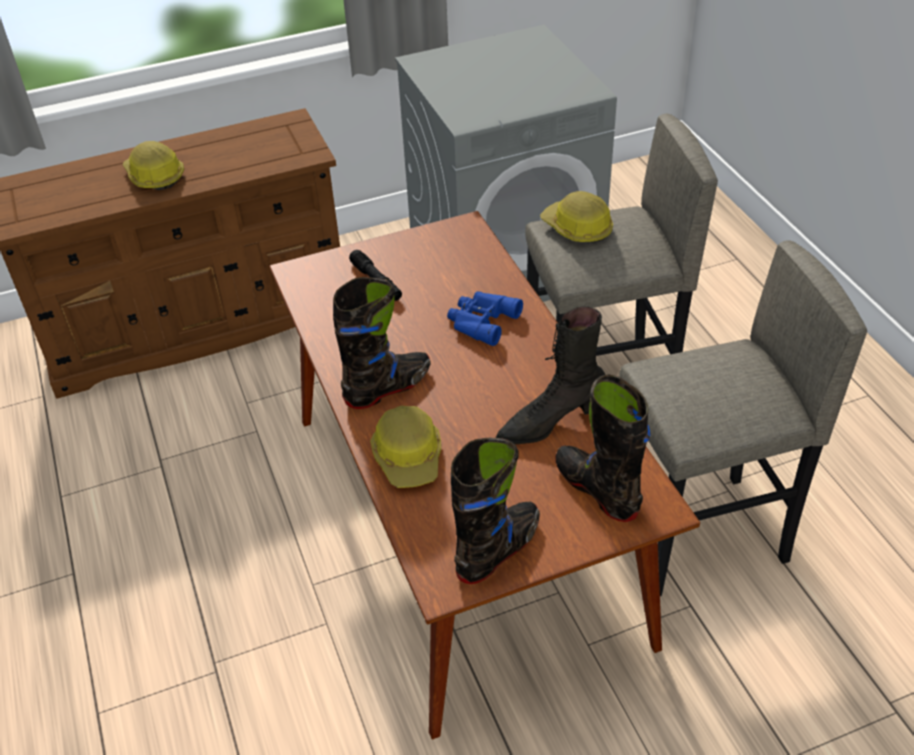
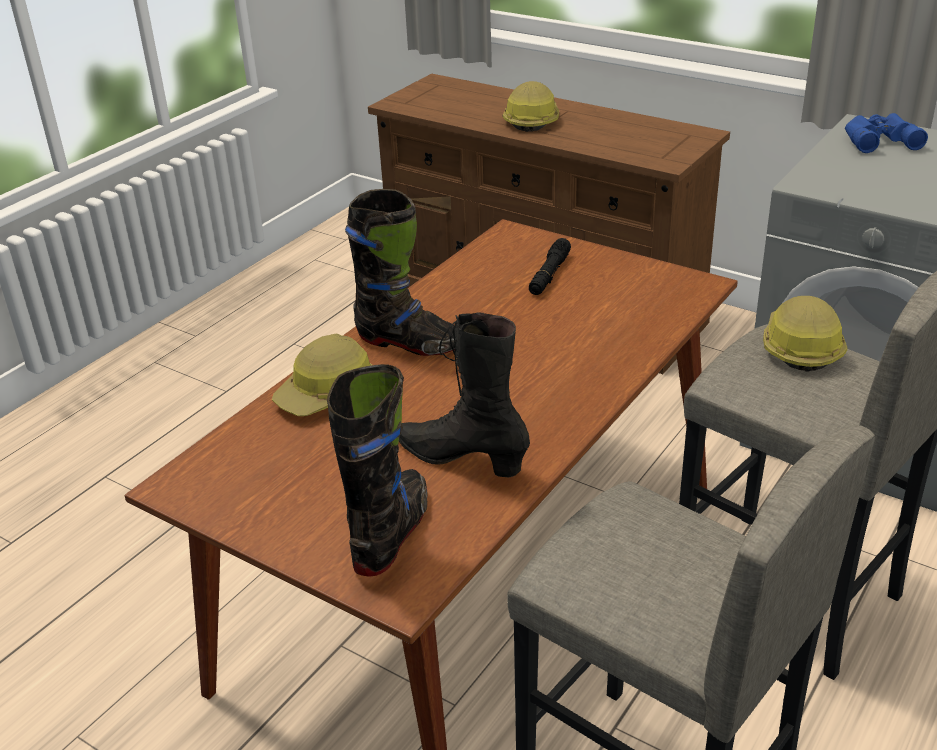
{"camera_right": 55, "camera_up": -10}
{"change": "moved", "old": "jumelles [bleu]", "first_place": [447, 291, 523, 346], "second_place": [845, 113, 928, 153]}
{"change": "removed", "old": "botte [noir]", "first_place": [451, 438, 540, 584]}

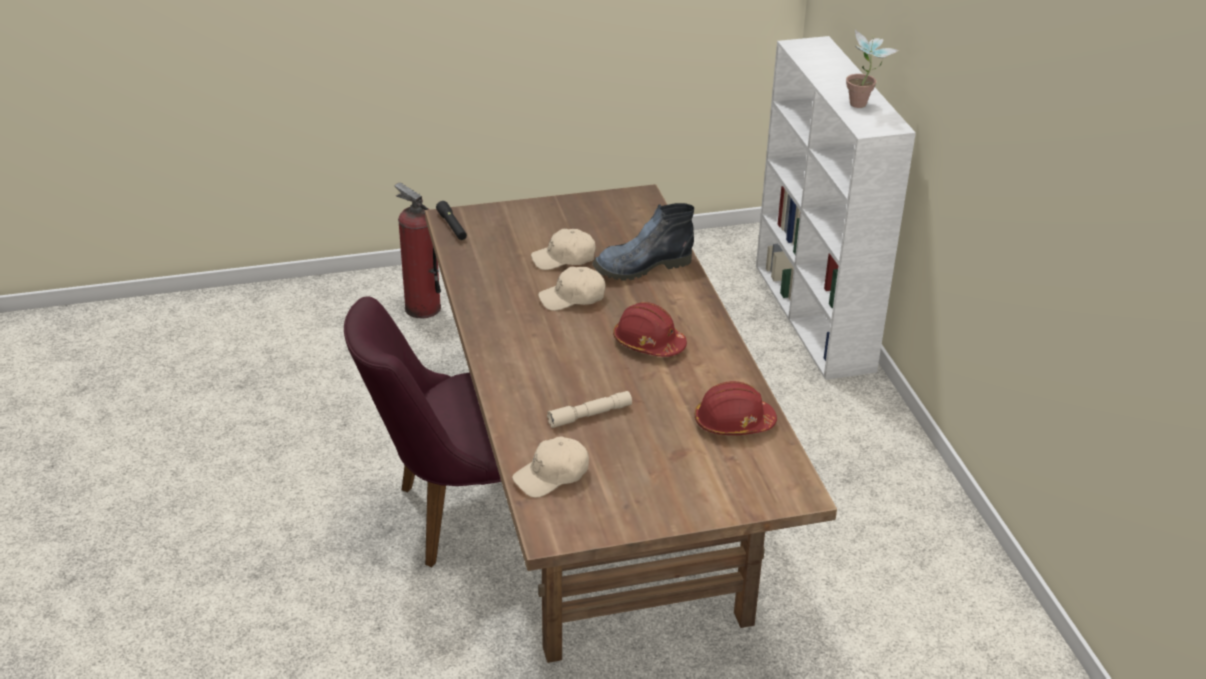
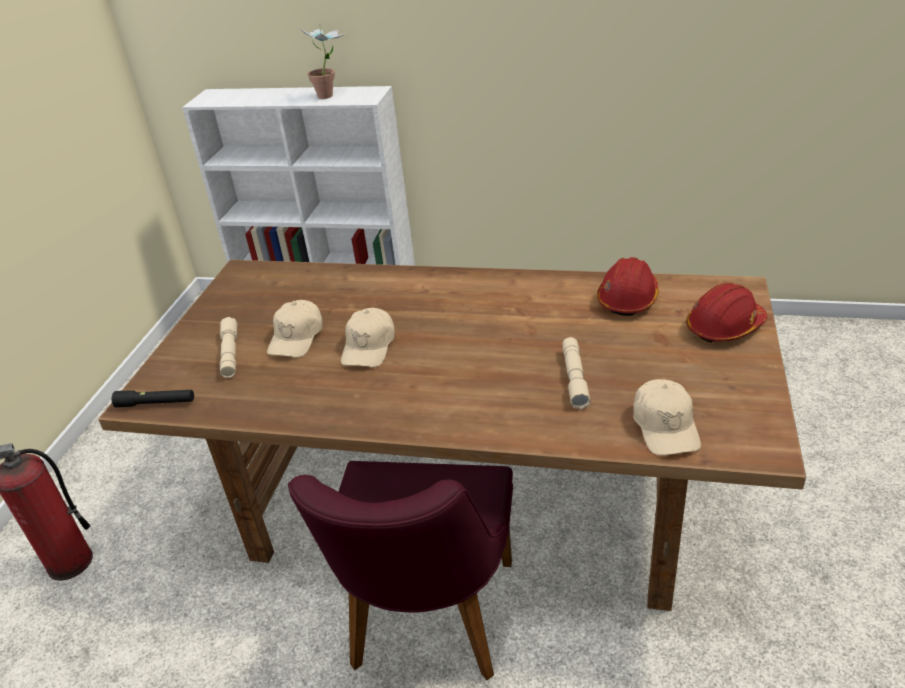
{"camera_right": -60, "camera_up": 0}
{"change": "added", "new": "lampe de poche [beige]", "second_place": [220, 317, 237, 378]}
{"change": "moved", "old": "casque de chantier [rouge]", "first_place": [613, 302, 687, 357], "second_place": [686, 283, 767, 343]}
{"change": "removed", "old": "botte", "first_place": [592, 203, 694, 281]}

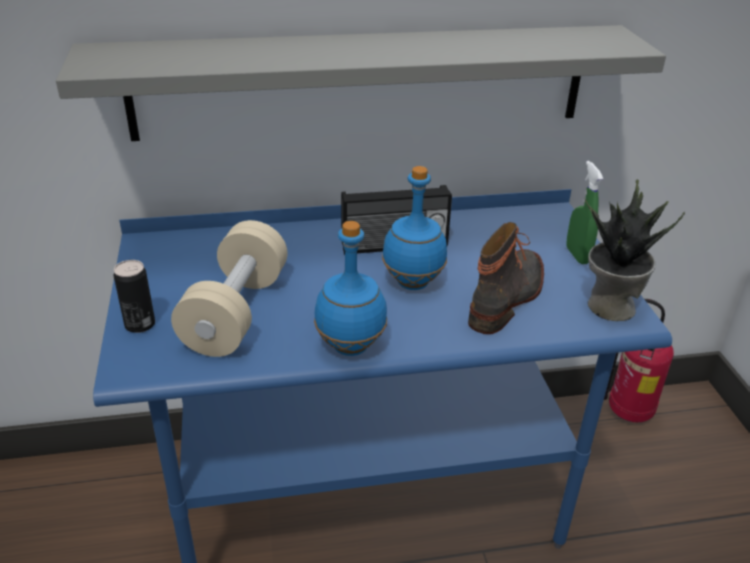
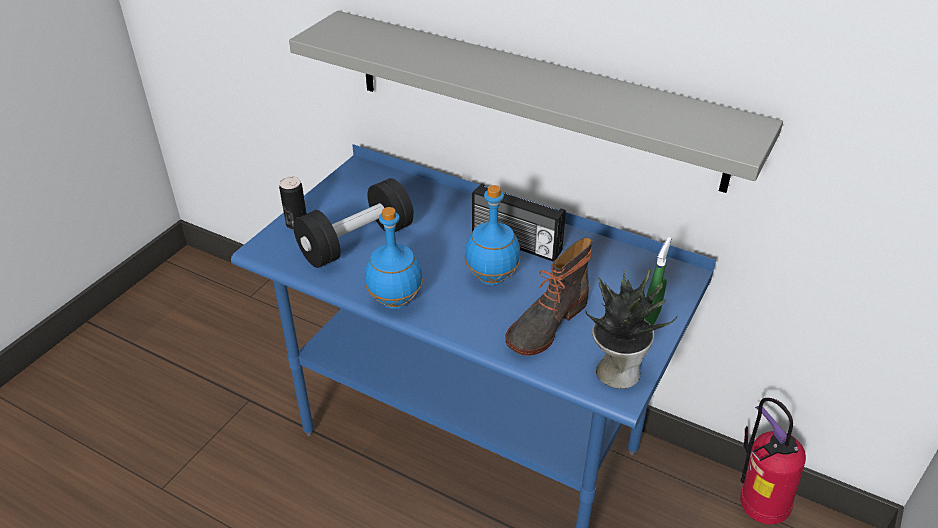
{"camera_right": 40, "camera_up": 5}
{"change": "recoloured", "old": "haltère [beige]", "new": "haltère [noir]", "first_place": [171, 220, 288, 357], "second_place": [293, 178, 414, 268]}
{"change": "turned", "old": "botte", "first_place": [468, 222, 544, 334], "second_place": [505, 237, 592, 356], "degrees": 150}

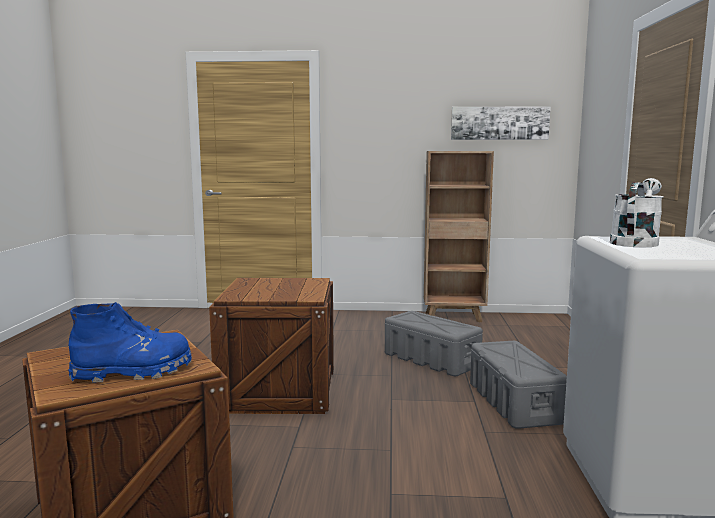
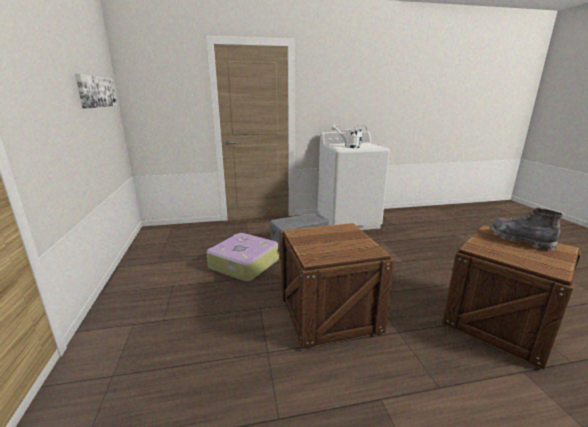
{"camera_right": -105, "camera_up": 10}
{"change": "replaced", "old": "boîte de rangement [gris]", "new": "valise", "first_place": [385, 311, 483, 376], "second_place": [206, 233, 279, 282]}
{"change": "recoloured", "old": "botte [bleu]", "new": "botte [gris]", "first_place": [68, 302, 192, 383], "second_place": [490, 207, 563, 250]}
{"change": "removed", "old": "bibliothèque [marron]", "first_place": [424, 151, 494, 322]}

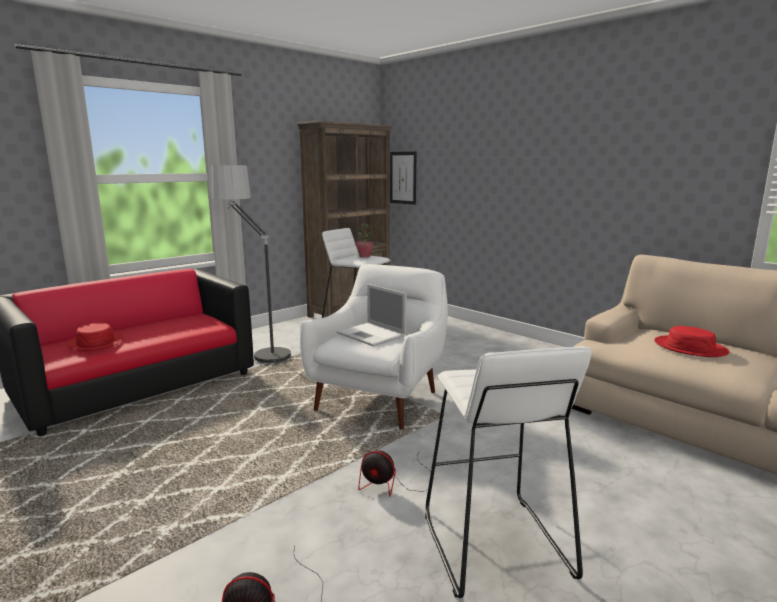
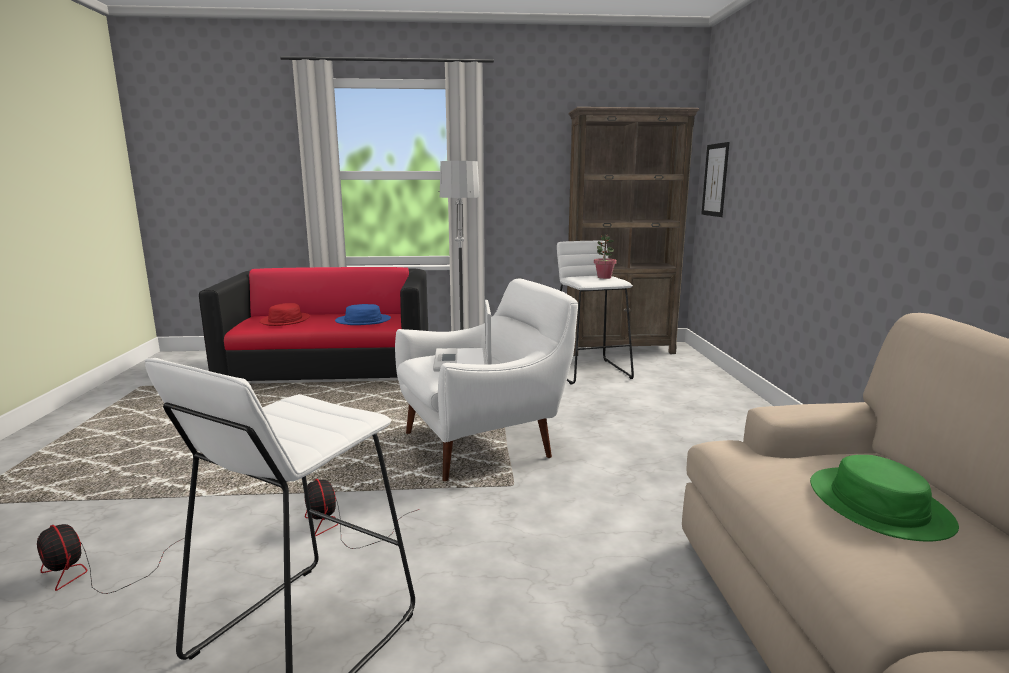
{"camera_right": 40, "camera_up": 0}
{"change": "added", "new": "chapeau [bleu]", "second_place": [335, 304, 391, 325]}
{"change": "recoloured", "old": "chapeau [rouge]", "new": "chapeau [vert]", "first_place": [654, 326, 729, 357], "second_place": [810, 455, 959, 542]}

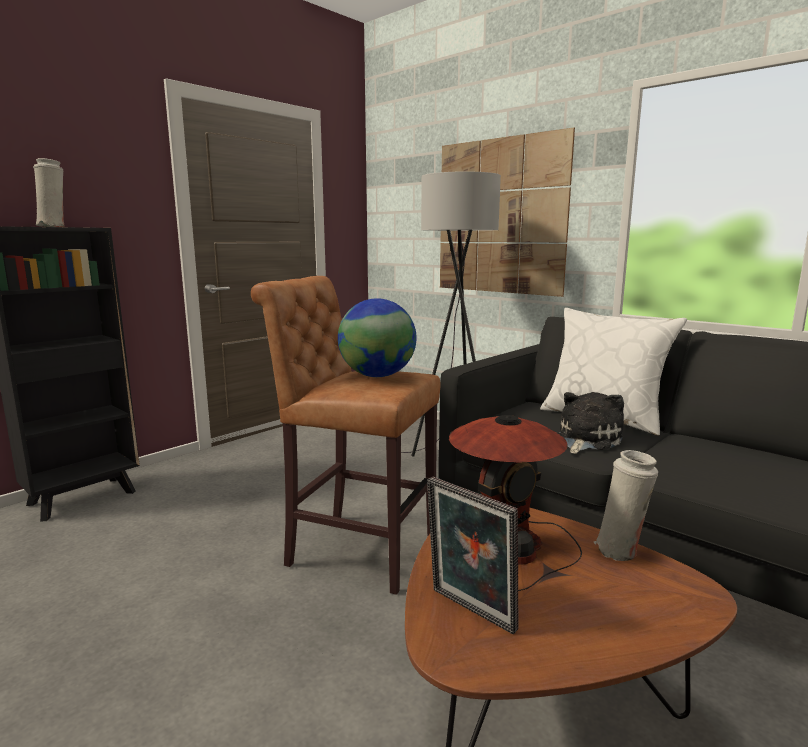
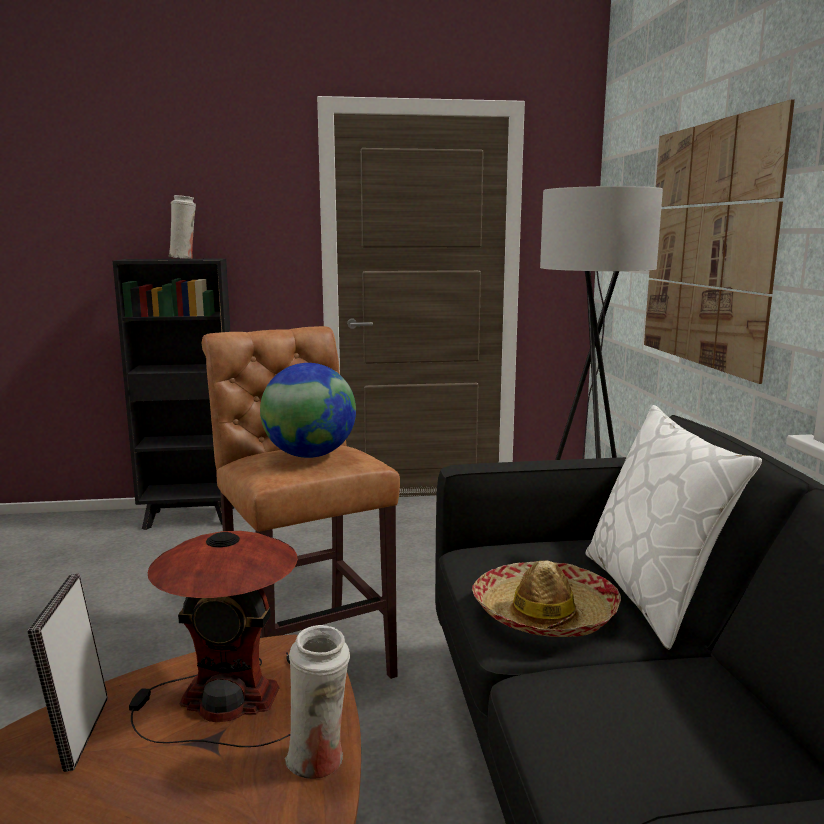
{"camera_right": 40, "camera_up": 0}
{"change": "replaced", "old": "peluche", "new": "chapeau", "first_place": [558, 392, 624, 454], "second_place": [472, 560, 621, 637]}

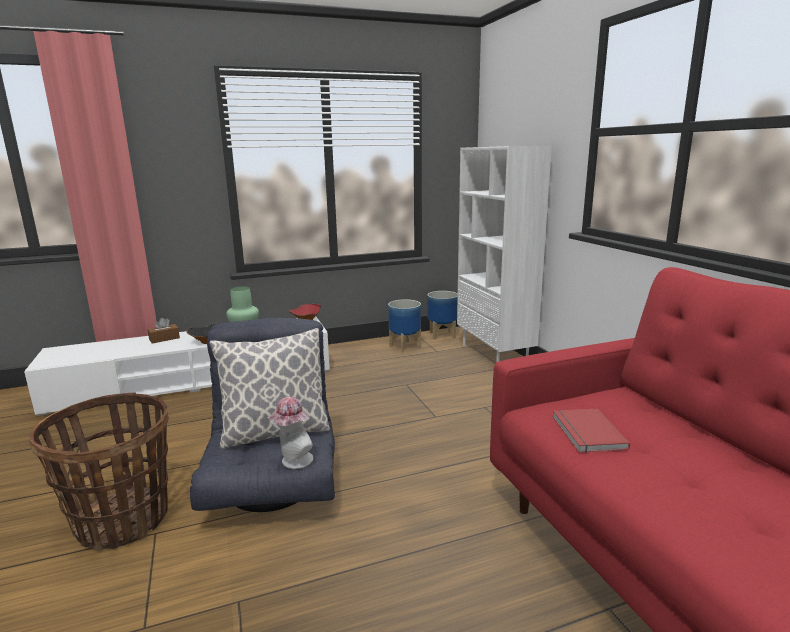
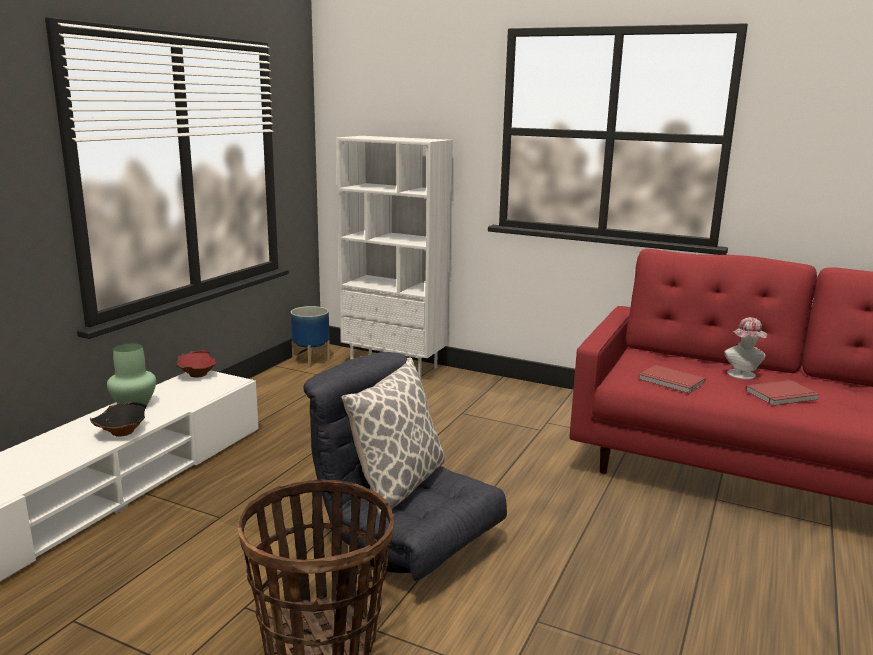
{"camera_right": -45, "camera_up": 0}
{"change": "moved", "old": "chapeau", "first_place": [268, 397, 313, 469], "second_place": [724, 317, 767, 379]}
{"change": "added", "new": "livre [rouge]", "second_place": [745, 380, 820, 406]}
{"change": "removed", "old": "boîte à mouchoirs [marron]", "first_place": [147, 318, 180, 343]}
{"change": "removed", "old": "cache-pot", "first_place": [388, 299, 421, 353]}

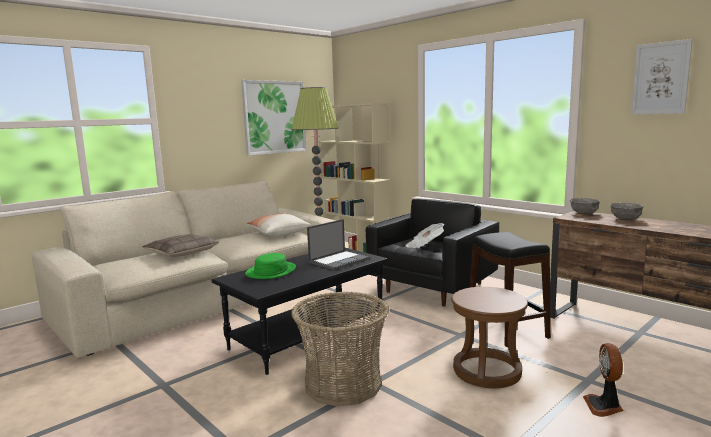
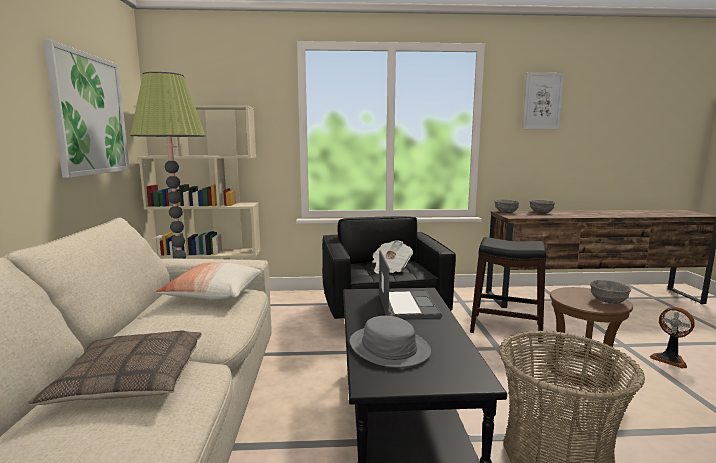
{"camera_right": -50, "camera_up": 0}
{"change": "recoloured", "old": "chapeau [vert]", "new": "chapeau [gris]", "first_place": [245, 253, 296, 279], "second_place": [350, 316, 431, 367]}
{"change": "added", "new": "bol [gris]", "second_place": [590, 280, 631, 304]}

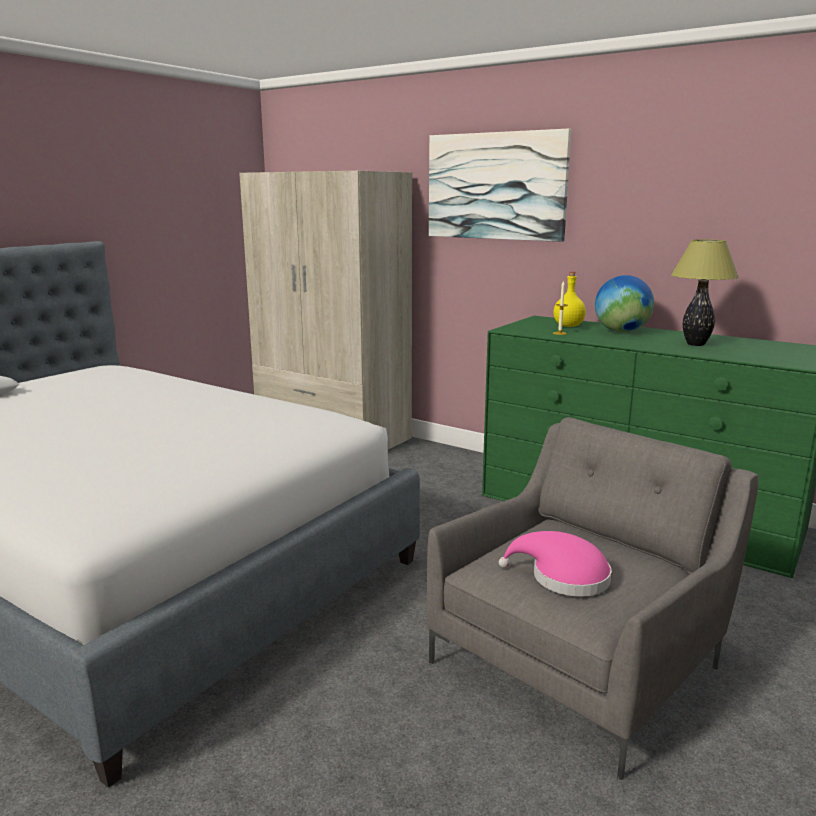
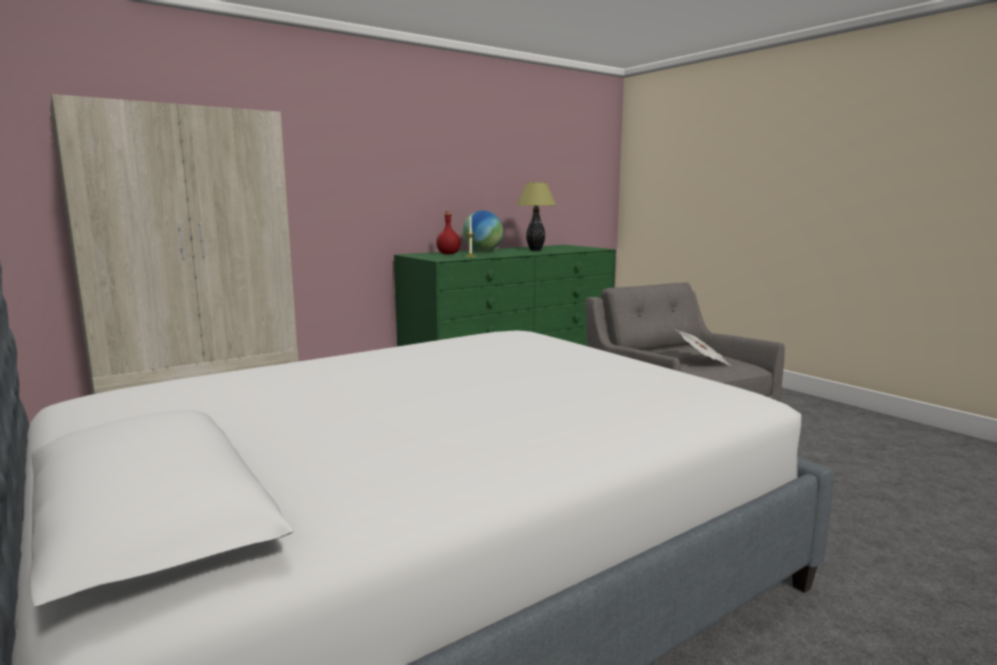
{"camera_right": -70, "camera_up": -5}
{"change": "recoloured", "old": "bouteille [jaune]", "new": "bouteille [rouge]", "first_place": [553, 272, 586, 327], "second_place": [436, 211, 461, 254]}
{"change": "replaced", "old": "chapeau [rose]", "new": "journal", "first_place": [499, 531, 612, 596], "second_place": [676, 330, 731, 366]}
{"change": "removed", "old": "tableau", "first_place": [429, 129, 571, 242]}

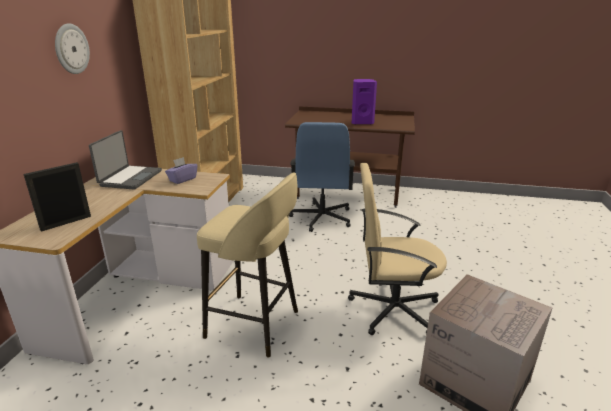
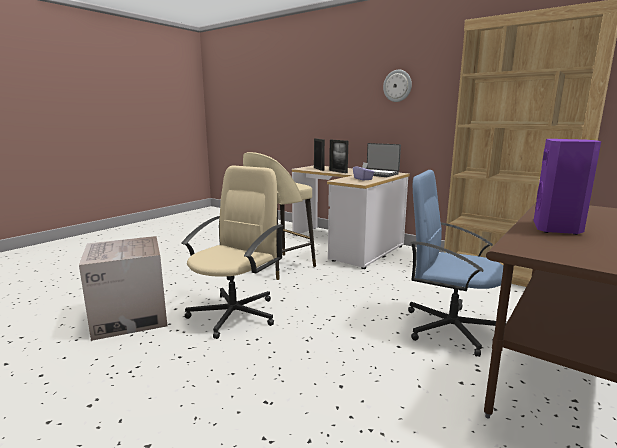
{"camera_right": 115, "camera_up": -10}
{"change": "added", "new": "cadre photo", "second_place": [329, 140, 348, 173]}

